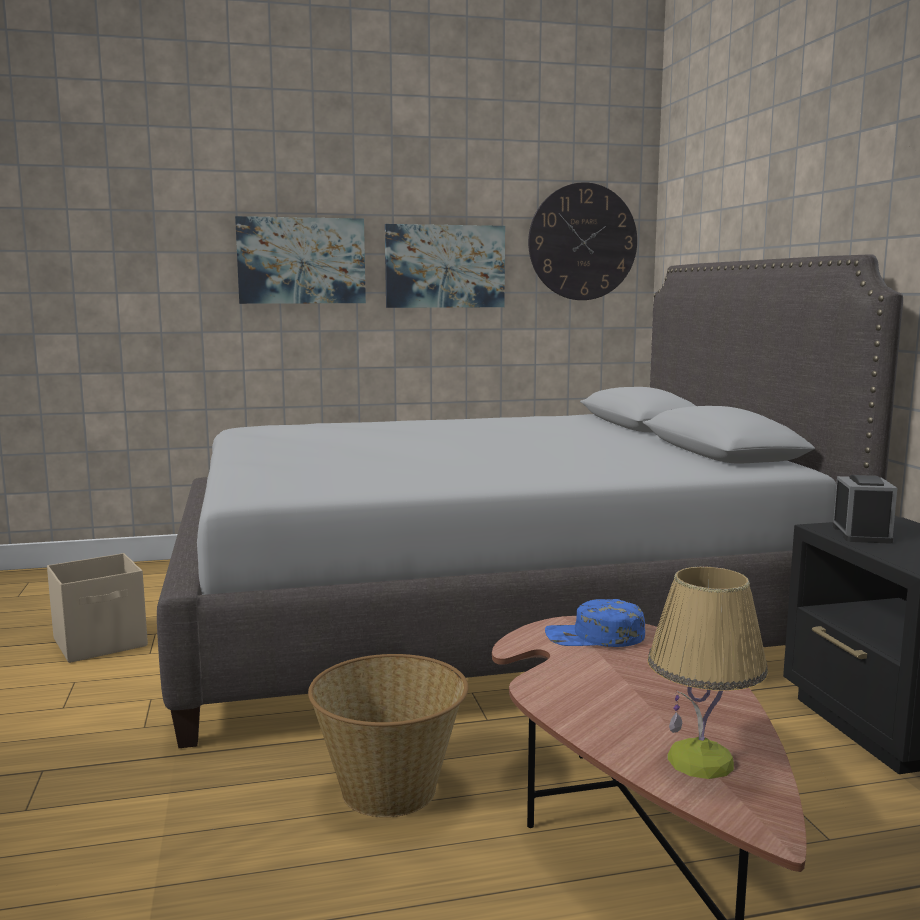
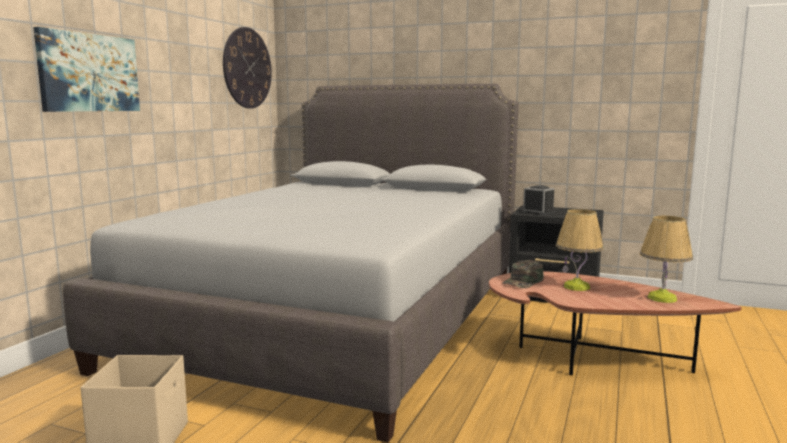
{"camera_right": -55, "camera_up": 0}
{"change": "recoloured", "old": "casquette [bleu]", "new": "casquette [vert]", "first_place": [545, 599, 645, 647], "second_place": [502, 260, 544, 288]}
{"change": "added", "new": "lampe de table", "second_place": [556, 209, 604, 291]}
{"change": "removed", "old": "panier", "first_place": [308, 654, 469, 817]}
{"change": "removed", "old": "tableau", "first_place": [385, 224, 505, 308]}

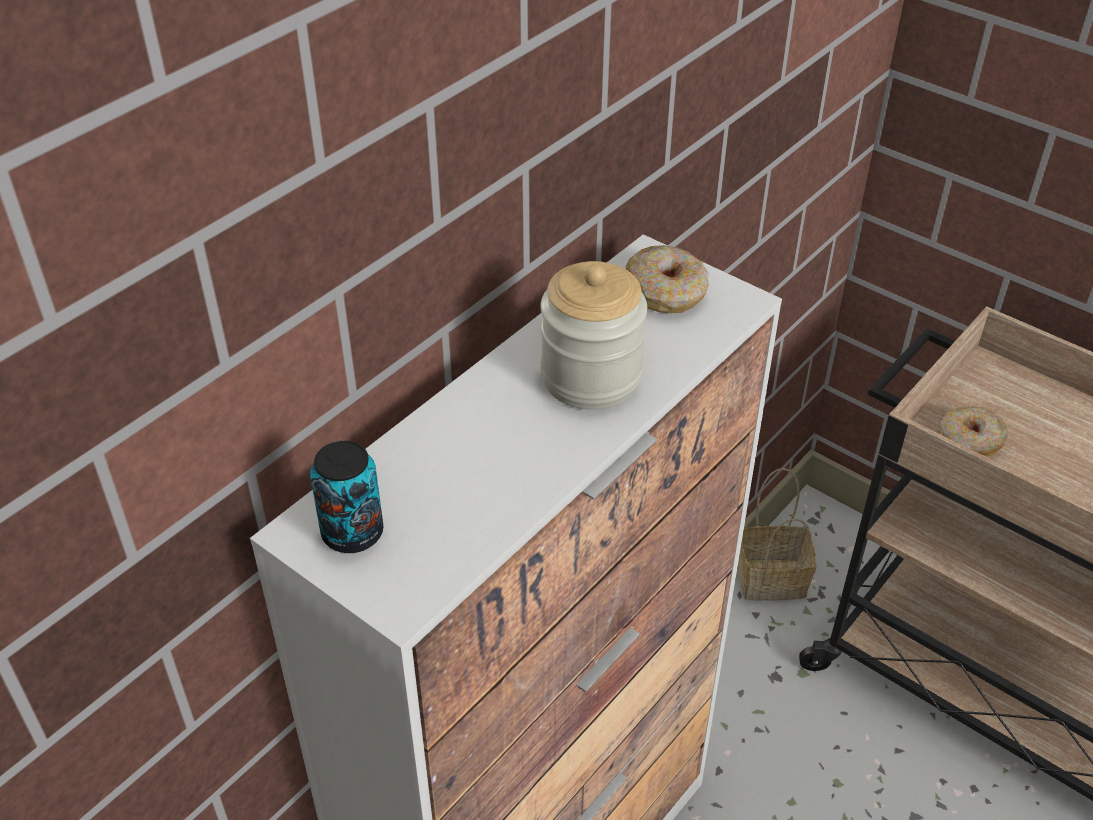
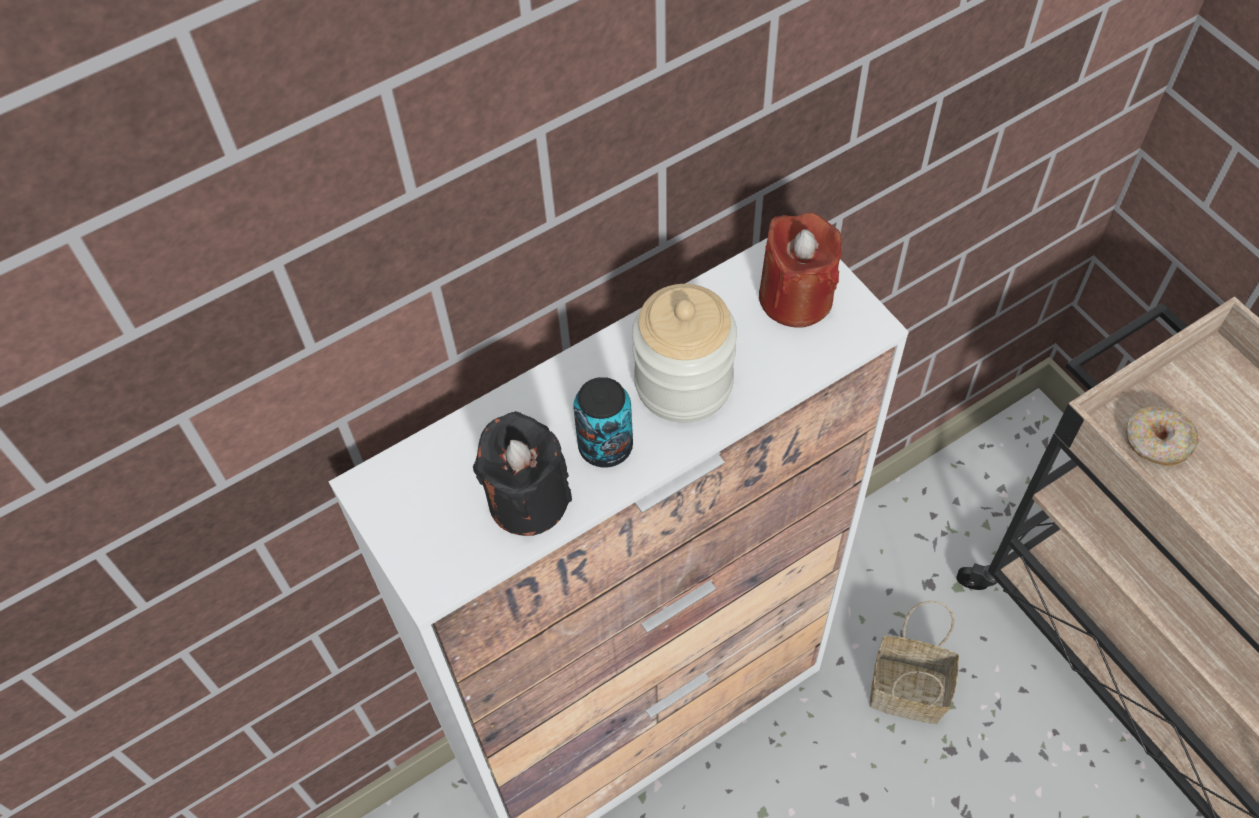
{"camera_right": 20, "camera_up": 15}
{"change": "added", "new": "bougie [noir]", "second_place": [473, 411, 572, 536]}
{"change": "moved", "old": "boîte métallique", "first_place": [310, 441, 383, 553], "second_place": [573, 377, 633, 468]}
{"change": "replaced", "old": "beignet", "new": "bougie [rouge]", "first_place": [626, 245, 709, 313], "second_place": [759, 212, 842, 327]}
{"change": "moved", "old": "panier", "first_place": [738, 468, 817, 601], "second_place": [869, 600, 959, 724]}

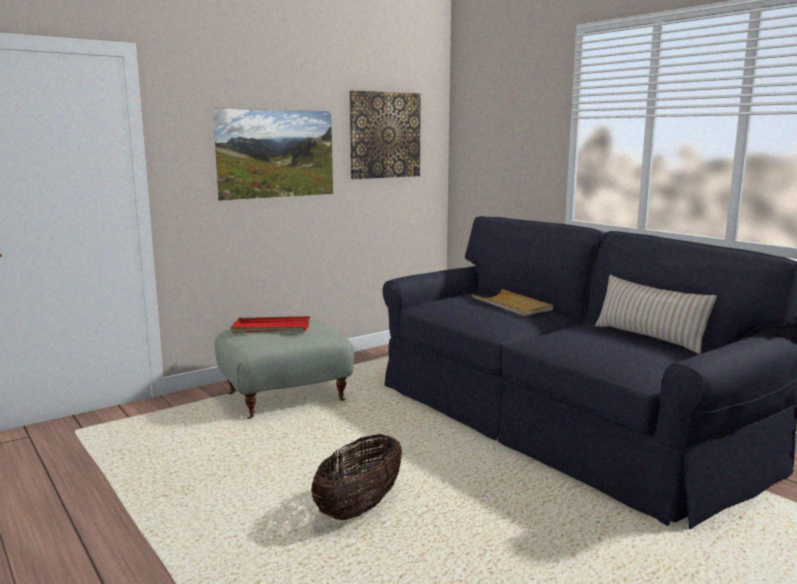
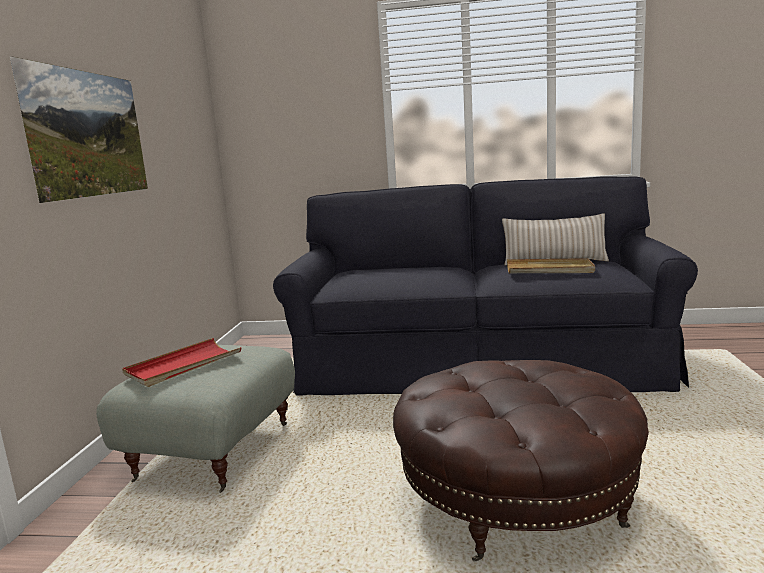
{"camera_right": -45, "camera_up": 0}
{"change": "replaced", "old": "panier", "new": "pouf [marron]", "first_place": [311, 434, 402, 520], "second_place": [393, 360, 649, 561]}
{"change": "moved", "old": "plateau [beige]", "first_place": [472, 289, 553, 316], "second_place": [507, 258, 595, 273]}
{"change": "removed", "old": "tableau", "first_place": [349, 91, 421, 179]}

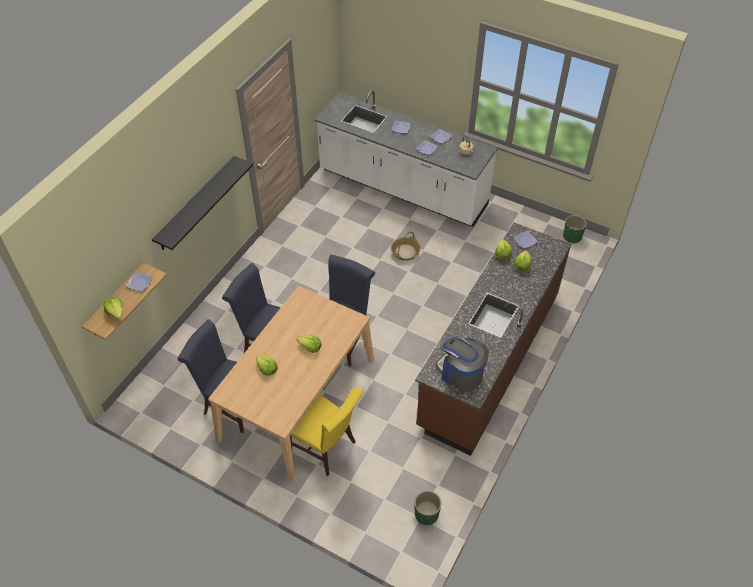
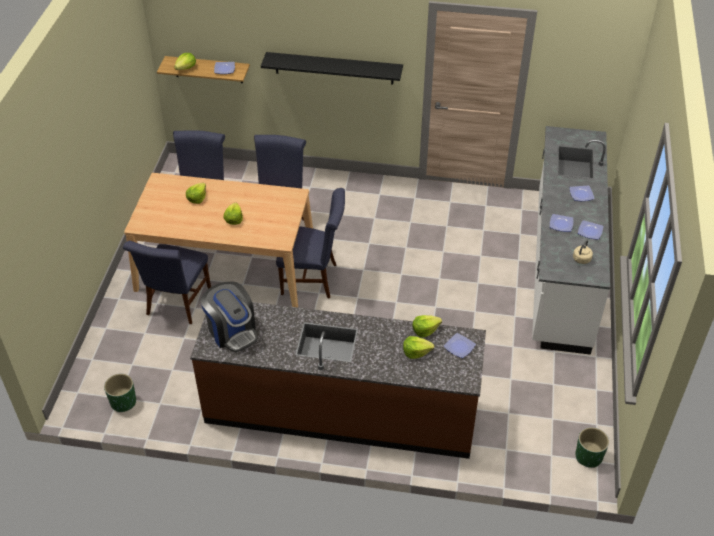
{"camera_right": 70, "camera_up": -5}
{"change": "recoloured", "old": "chaise [jaune]", "new": "chaise [bleu]", "first_place": [290, 388, 363, 476], "second_place": [123, 241, 211, 324]}
{"change": "turned", "old": "machine à café", "first_place": [436, 336, 489, 392], "second_place": [200, 281, 257, 352], "degrees": 120}
{"change": "removed", "old": "panier", "first_place": [391, 231, 421, 261]}

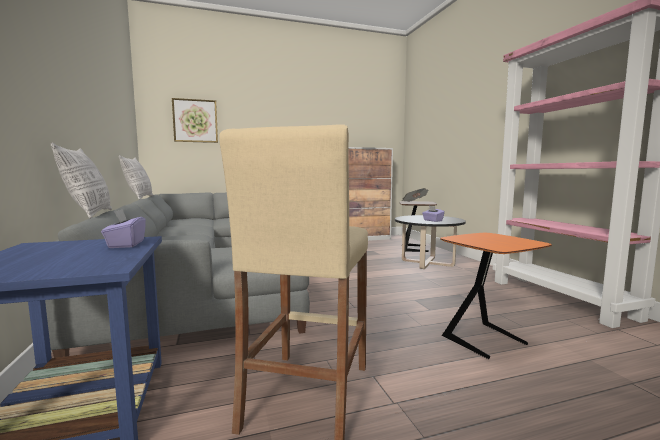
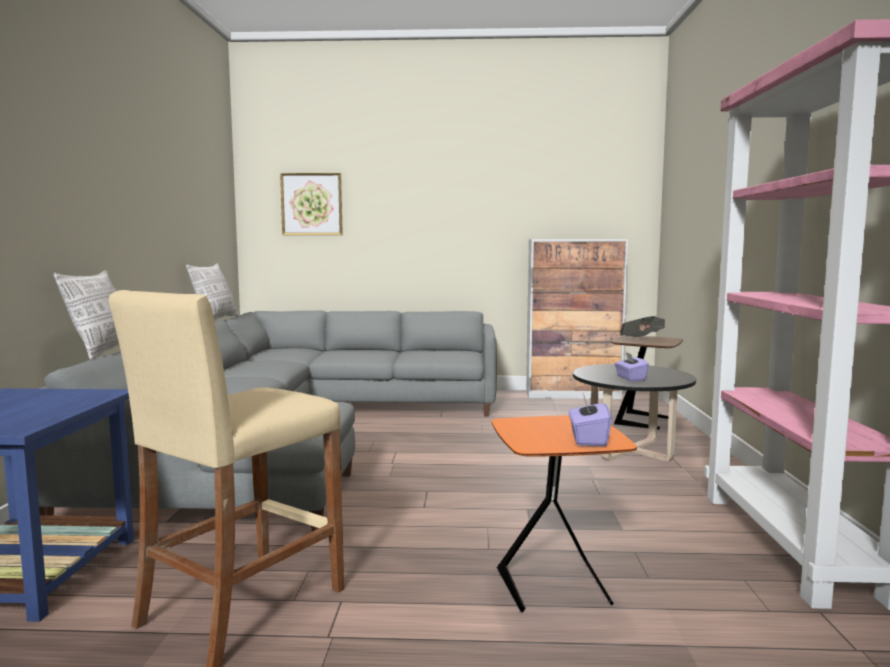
{"camera_right": 20, "camera_up": 0}
{"change": "moved", "old": "boîte à mouchoirs [violet]", "first_place": [101, 209, 146, 248], "second_place": [569, 393, 612, 446]}

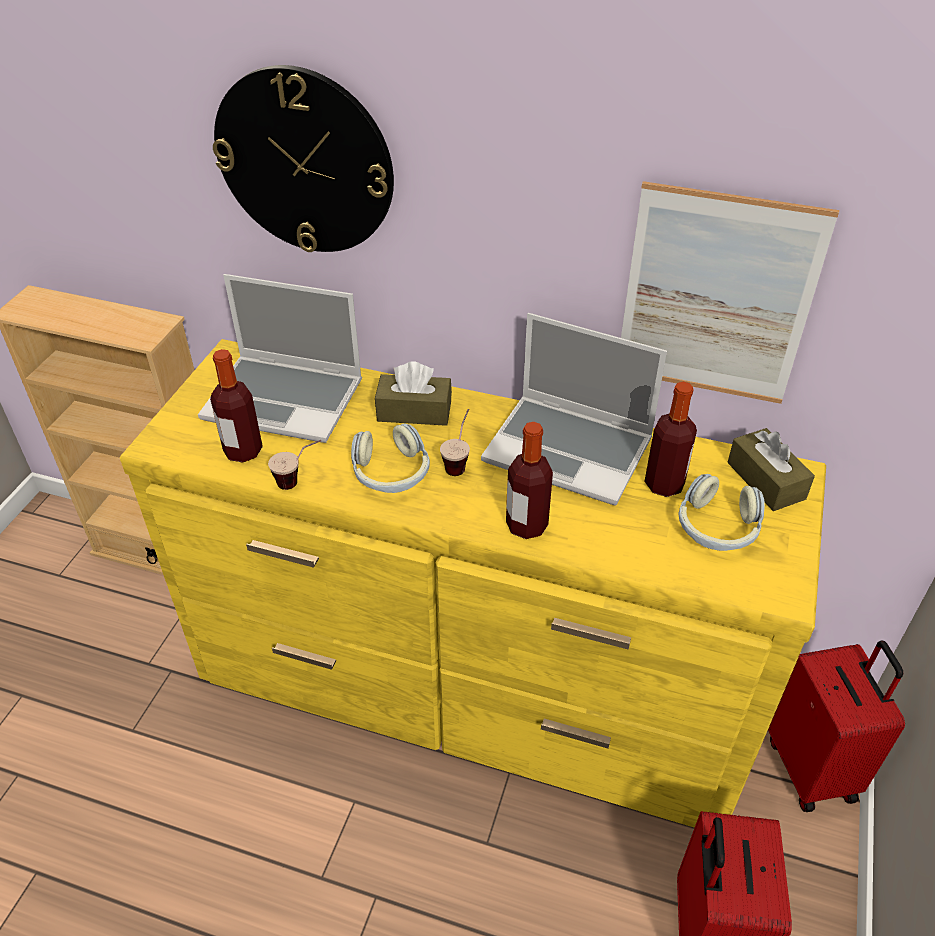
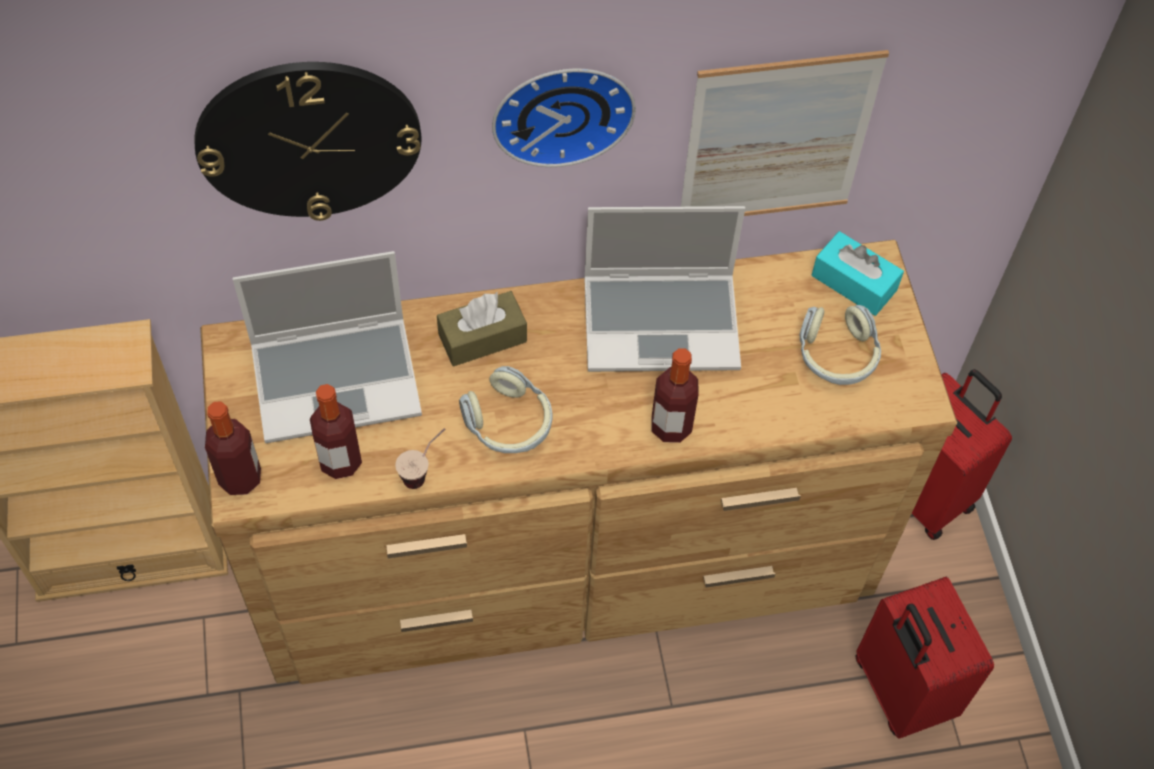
{"camera_right": -30, "camera_up": 15}
{"change": "recoloured", "old": "commode [jaune]", "new": "commode [marron]", "first_place": [120, 339, 826, 828], "second_place": [200, 240, 957, 684]}
{"change": "moved", "old": "bouteille", "first_place": [644, 382, 697, 497], "second_place": [205, 402, 261, 495]}
{"change": "added", "new": "horloge murale", "second_place": [492, 68, 636, 167]}
{"change": "recoloured", "old": "boîte à mouchoirs [marron]", "new": "boîte à mouchoirs [turquoise]", "first_place": [727, 428, 815, 511], "second_place": [812, 231, 904, 316]}
{"change": "removed", "old": "tasse", "first_place": [440, 409, 470, 476]}

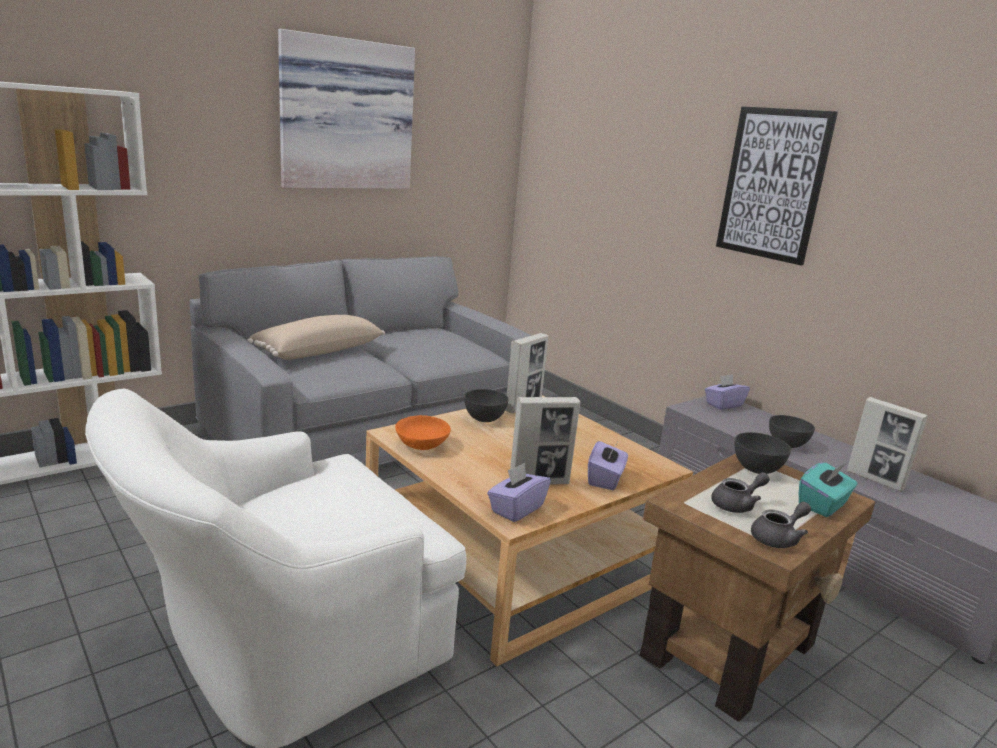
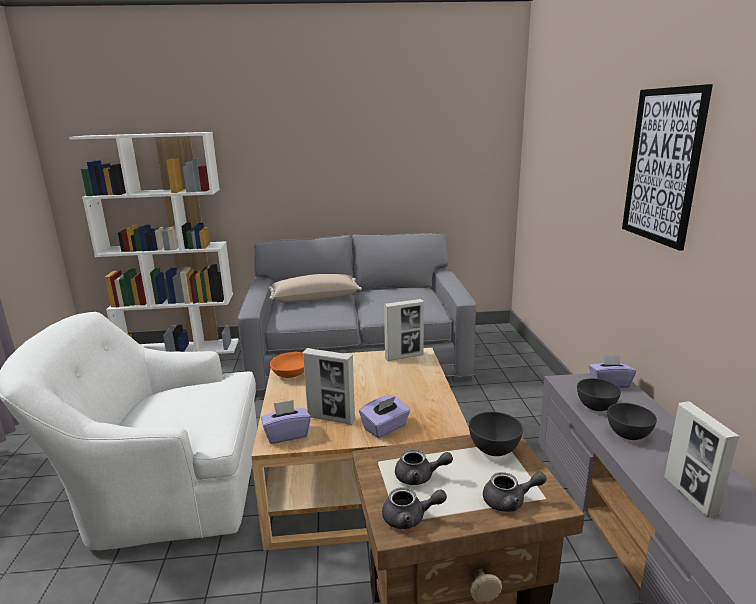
{"camera_right": 35, "camera_up": 0}
{"change": "replaced", "old": "boîte à mouchoirs [turquoise]", "new": "théière [gris]", "first_place": [799, 463, 858, 517], "second_place": [483, 471, 547, 512]}
{"change": "moved", "old": "bol [gris]", "first_place": [464, 389, 509, 422], "second_place": [577, 378, 621, 411]}
{"change": "removed", "old": "tableau", "first_place": [278, 29, 415, 189]}

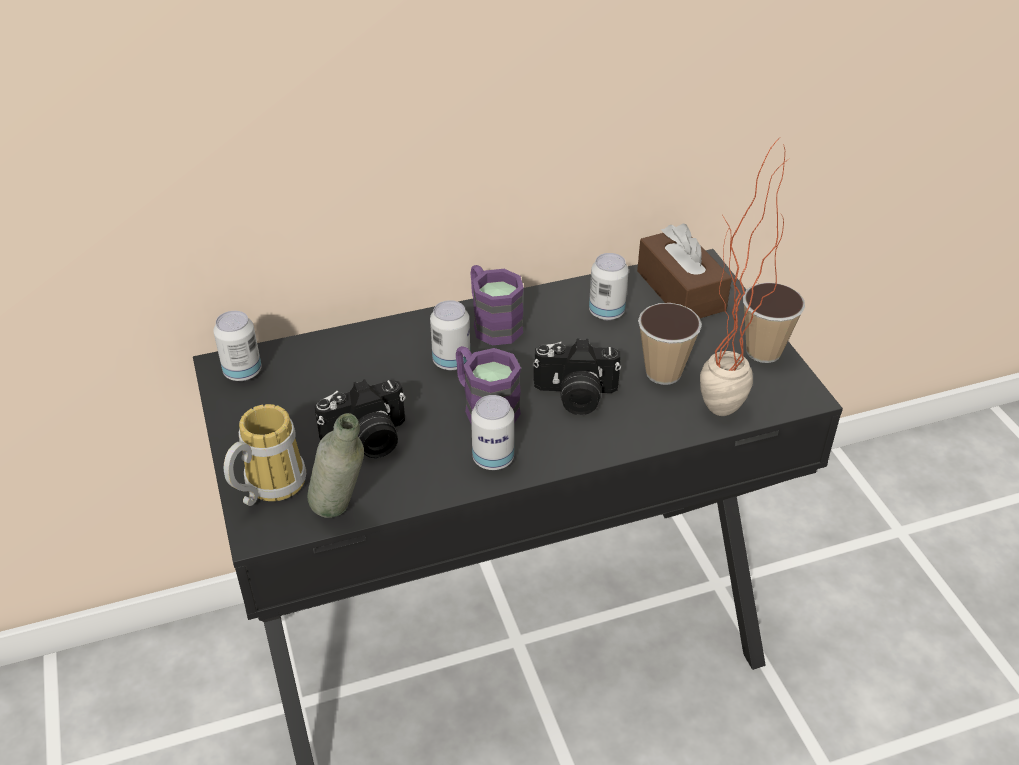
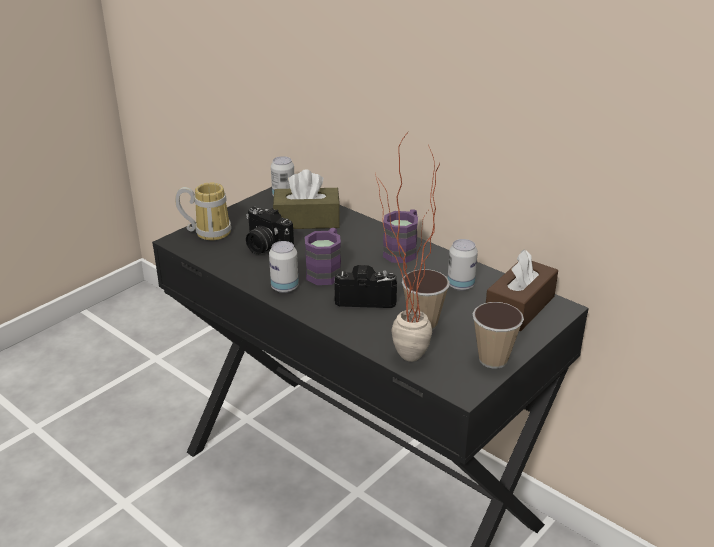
{"camera_right": 60, "camera_up": -10}
{"change": "added", "new": "boîte à mouchoirs [marron]", "second_place": [273, 170, 340, 229]}
{"change": "turned", "old": "appareil photo", "first_place": [533, 338, 621, 415], "second_place": [334, 265, 398, 308], "degrees": 120}
{"change": "removed", "old": "bouteille [gris]", "first_place": [307, 413, 364, 518]}
{"change": "removed", "old": "boîte métallique", "first_place": [430, 300, 470, 370]}

